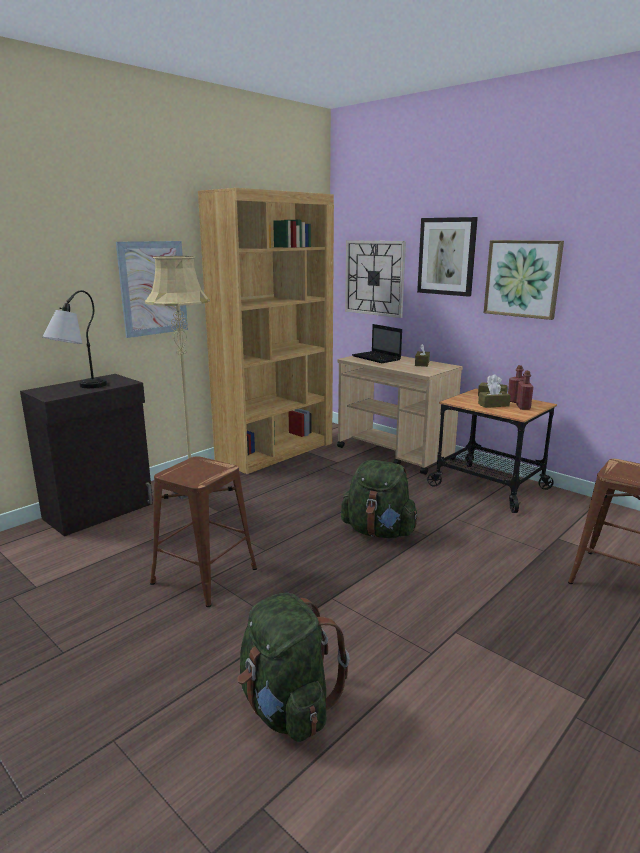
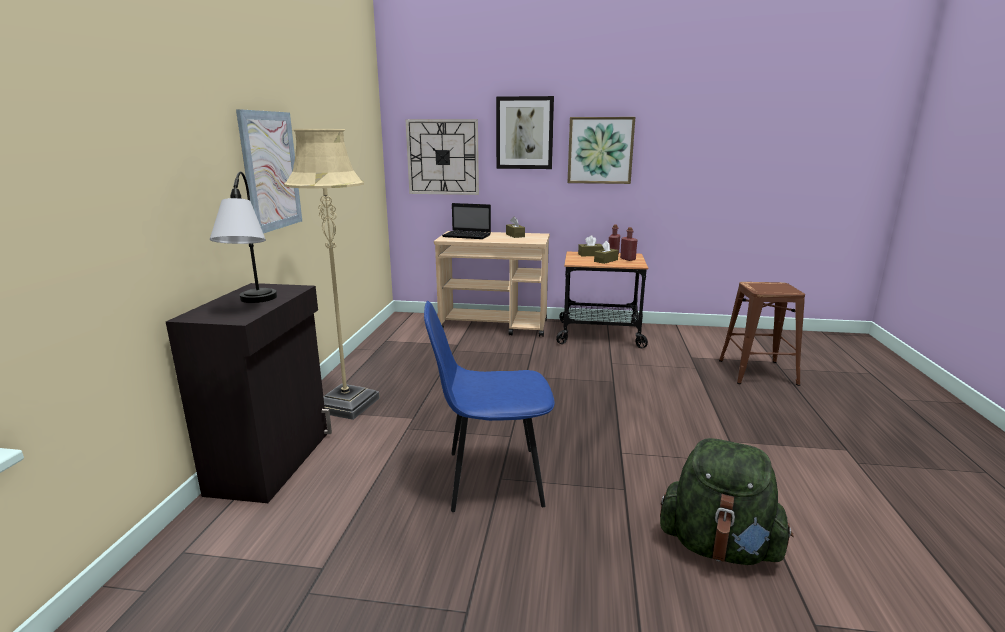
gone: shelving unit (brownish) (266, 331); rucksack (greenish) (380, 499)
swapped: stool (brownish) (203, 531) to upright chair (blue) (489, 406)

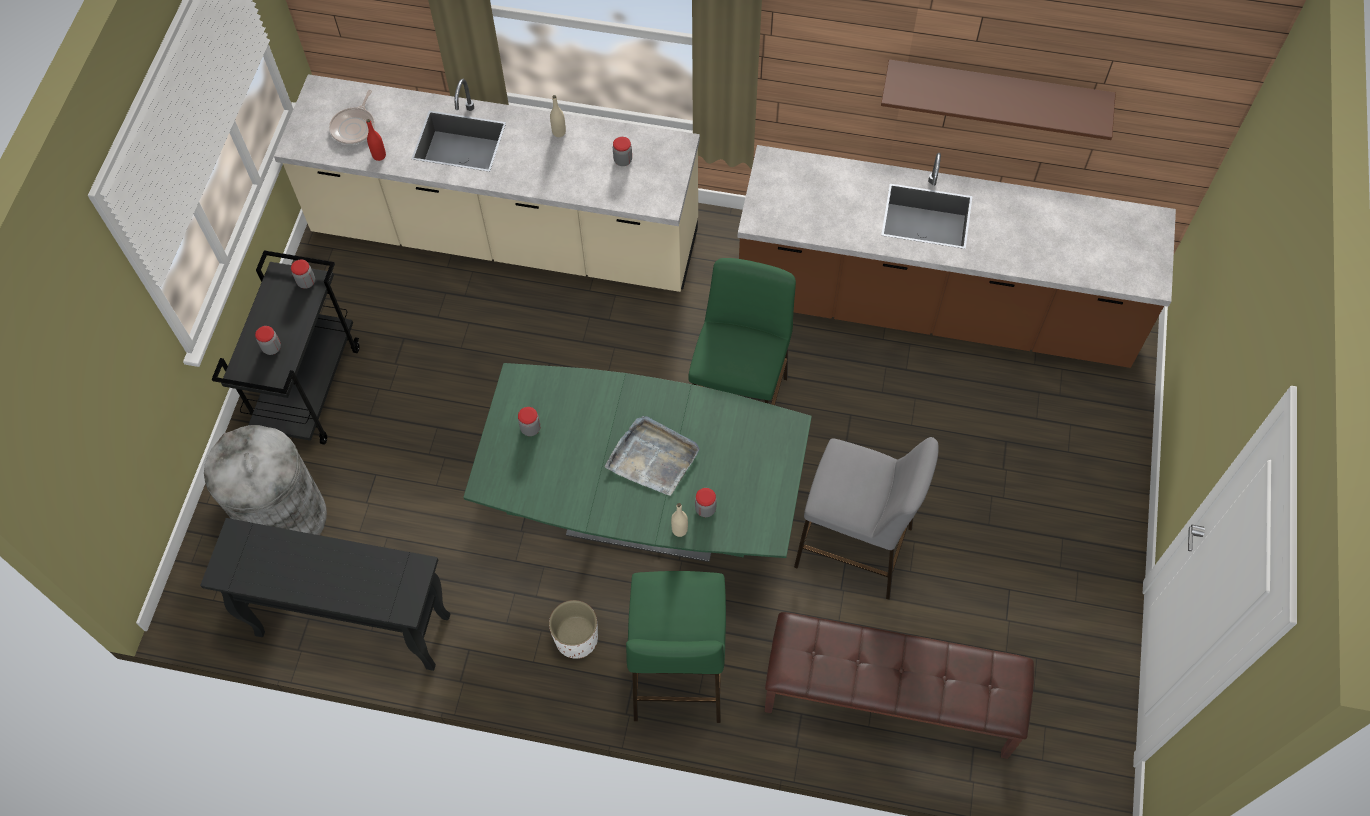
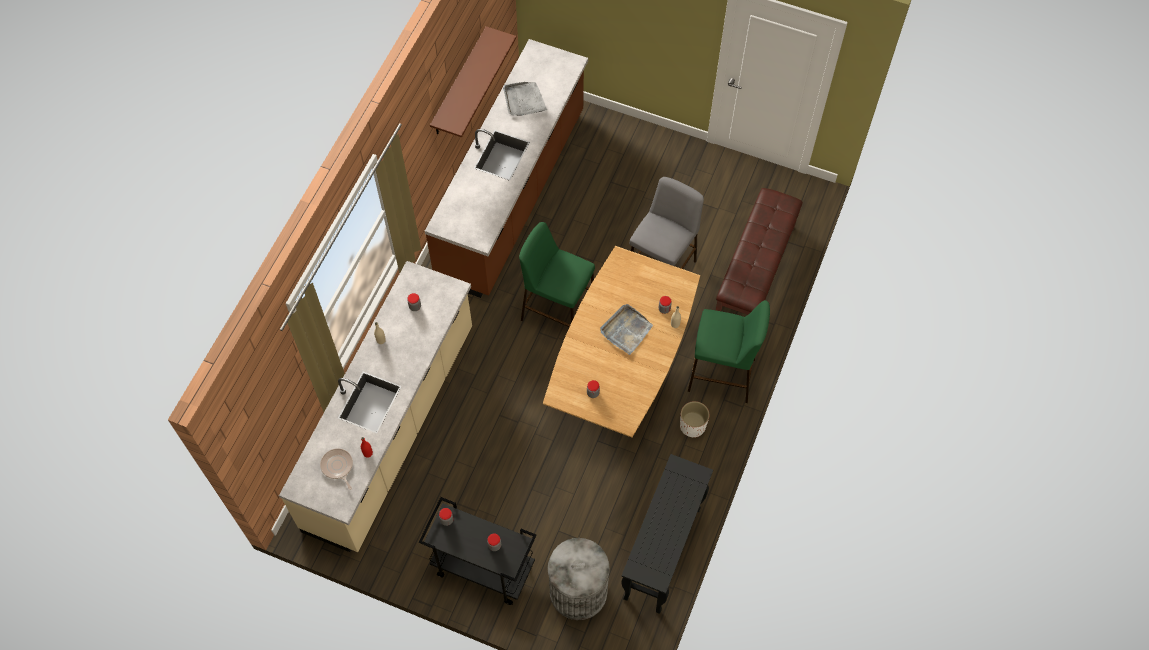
new: tray (grey) (525, 99)
repainted: dinner table (greenish) (637, 462) to dinner table (brownish) (621, 341)
rotated: frying pan (352, 117) = (336, 469) 150 degrees counterclockwise

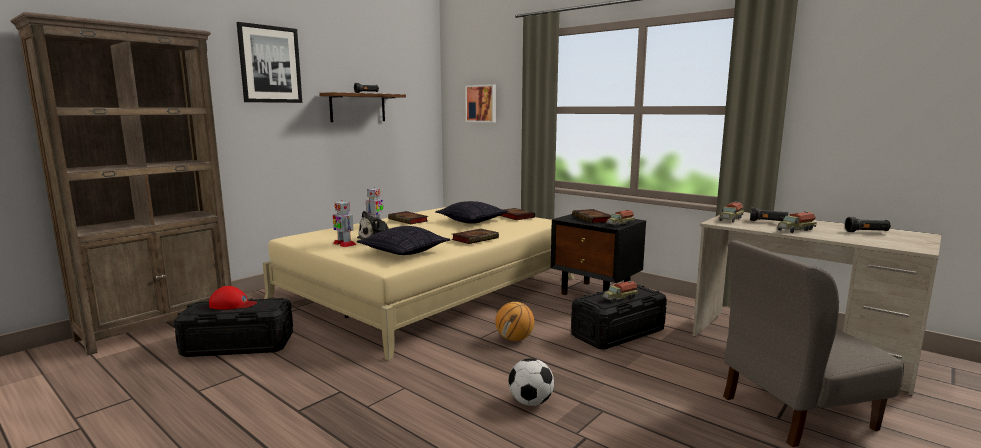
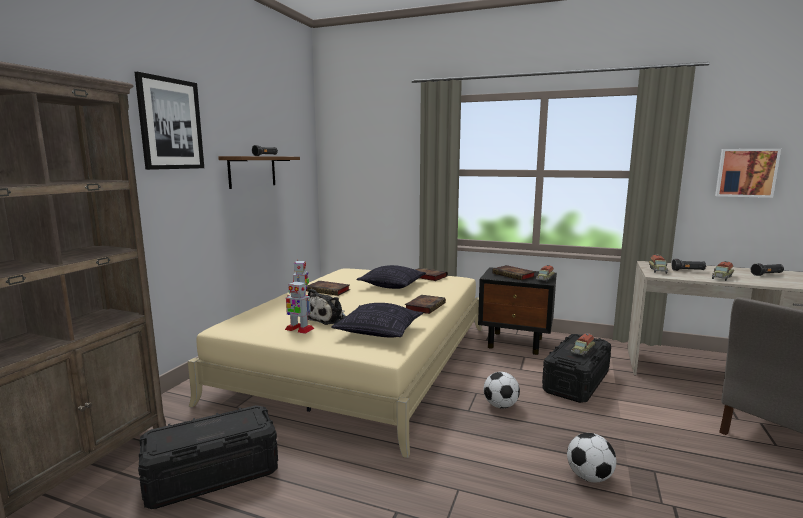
gone: cap (red-coloured) (233, 298)
shifted: wall picture (480, 103) to (748, 173)
swapped: ball for basketball (514, 321) to ball for football (502, 390)

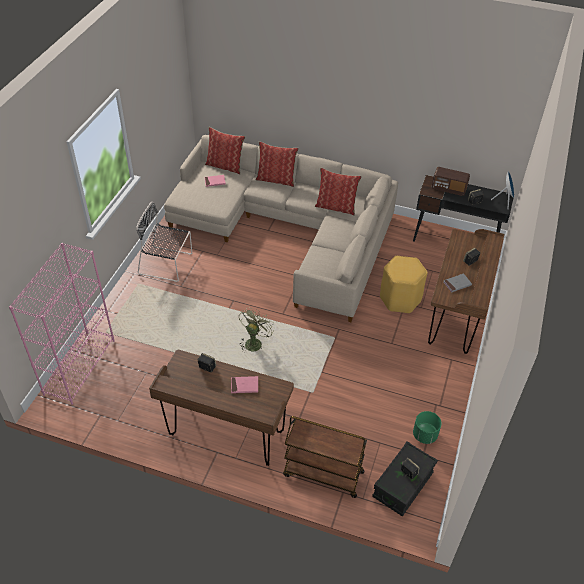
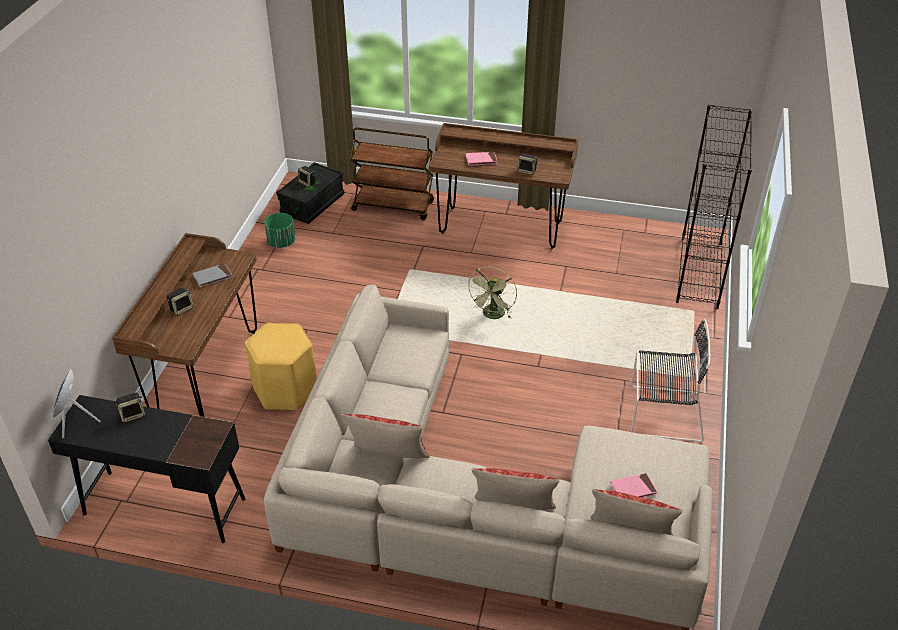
gone: radio set (451, 181)
repainted: shelving unit (pinkish) (62, 324) to shelving unit (black-coloured) (714, 206)

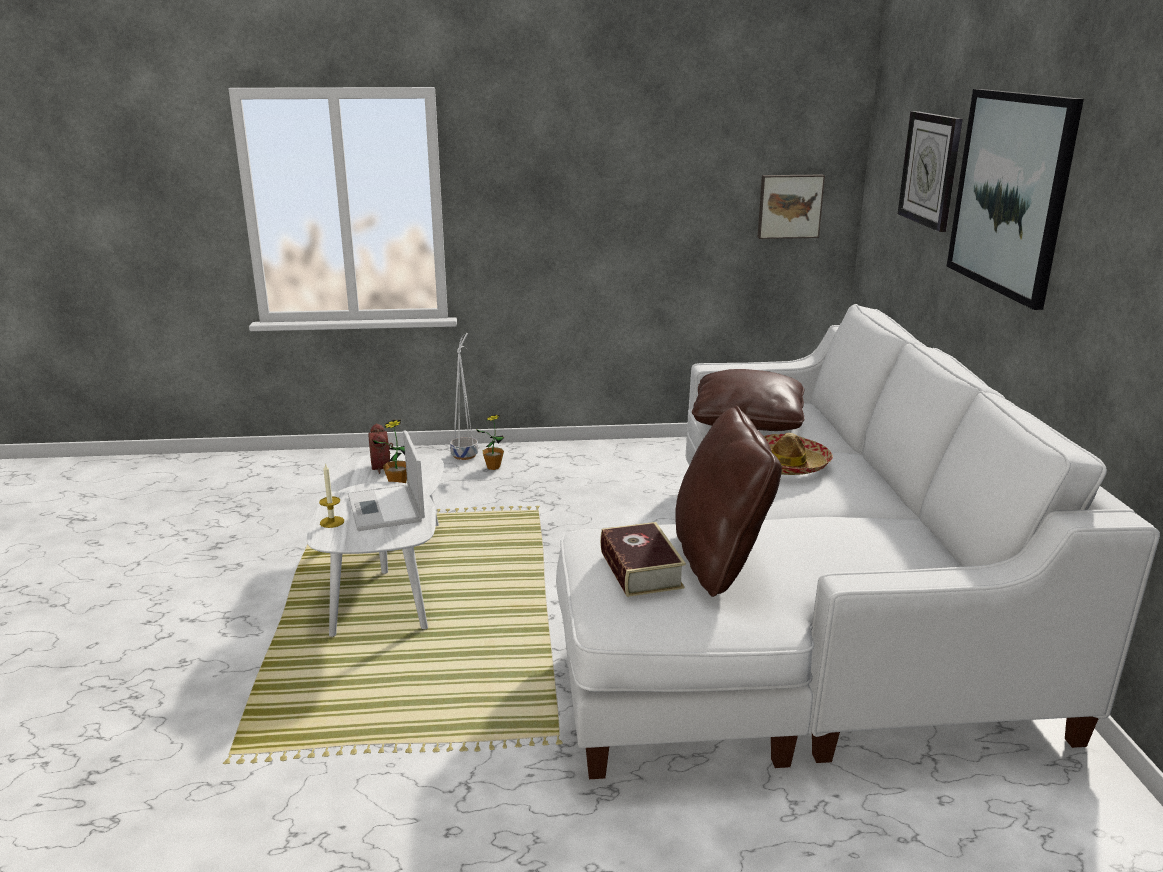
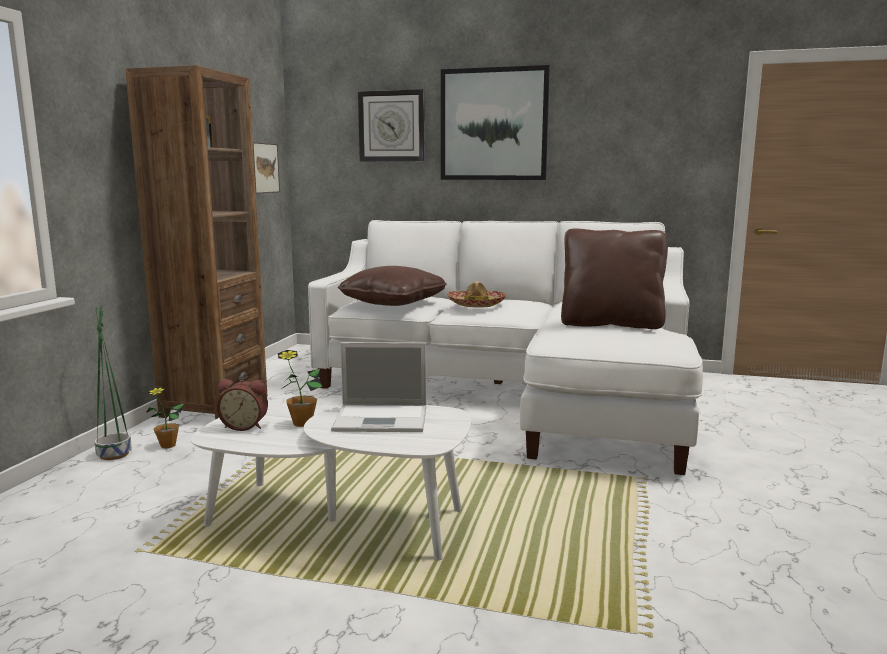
gone: wax candle (331, 495); volume (643, 559)
new: shelving unit (brownish) (196, 242)
repainted: plant pot (white) (464, 396) to plant pot (greenish) (113, 382)

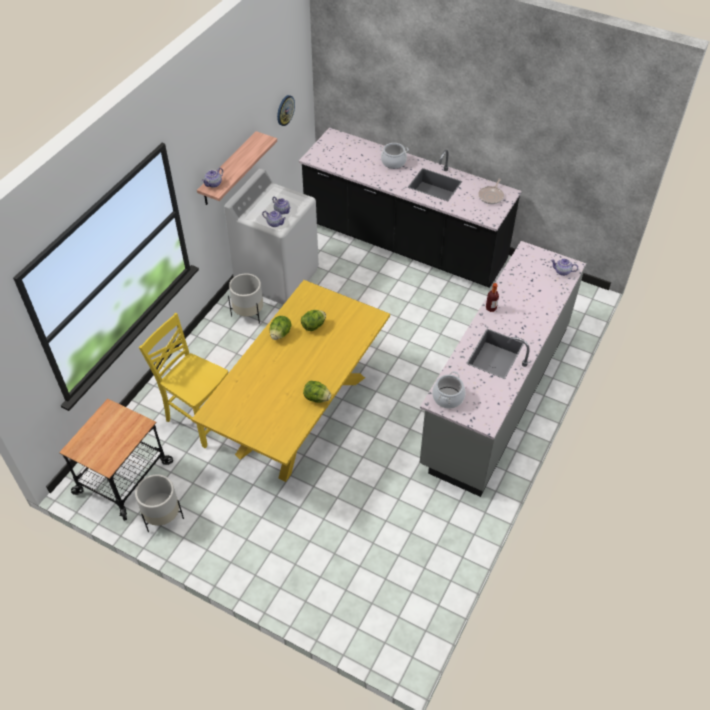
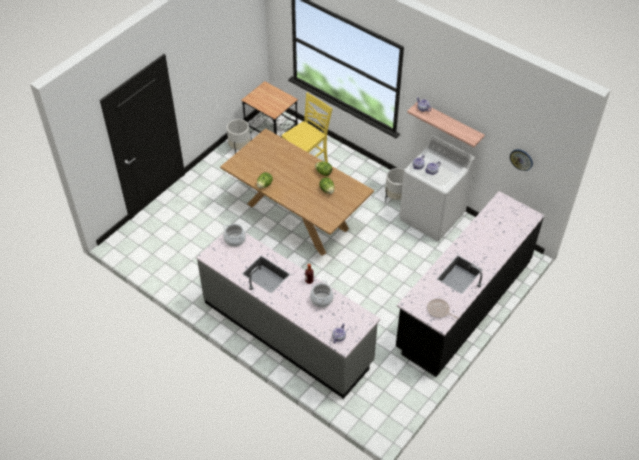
shifted: stockpot (394, 156) to (322, 294)
repainted: dinner table (yellowish) (291, 381) to dinner table (brownish) (297, 192)

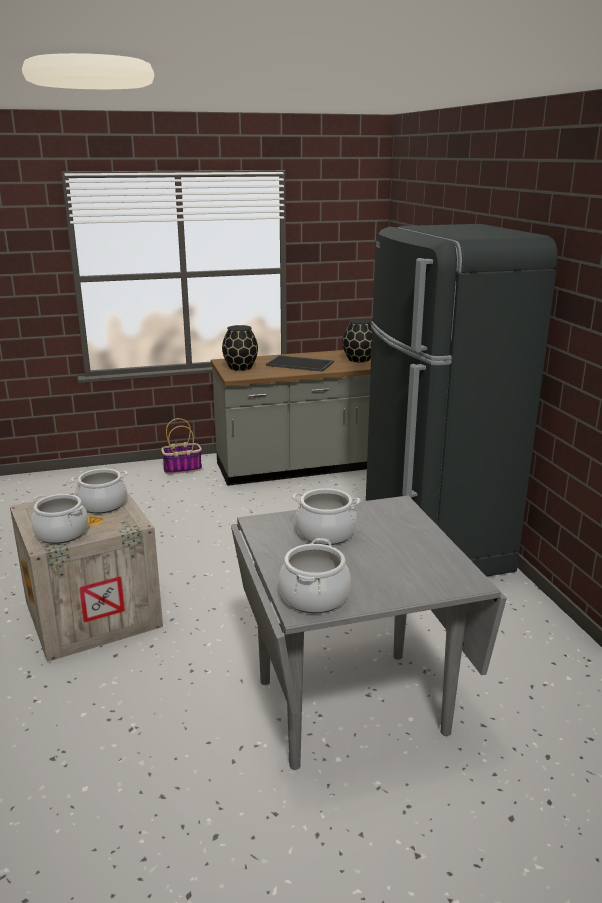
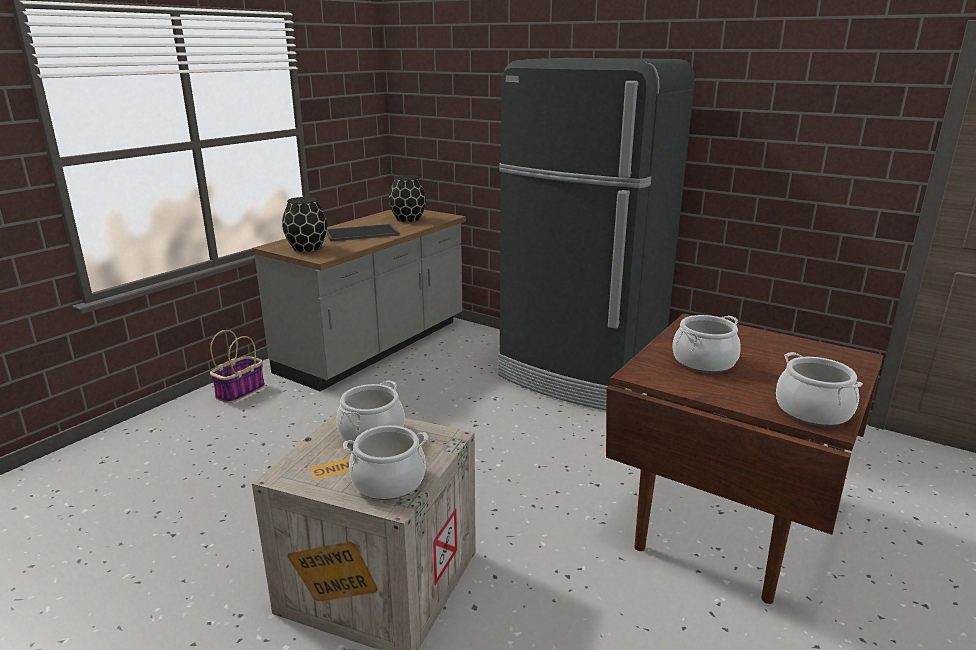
repainted: dinner table (grey) (369, 633) to dinner table (brownish) (744, 458)

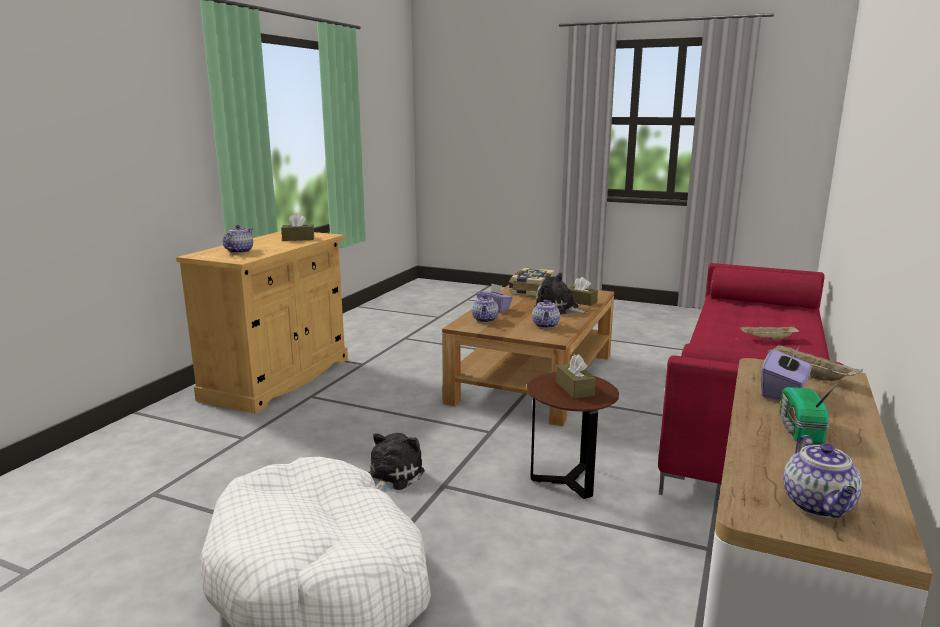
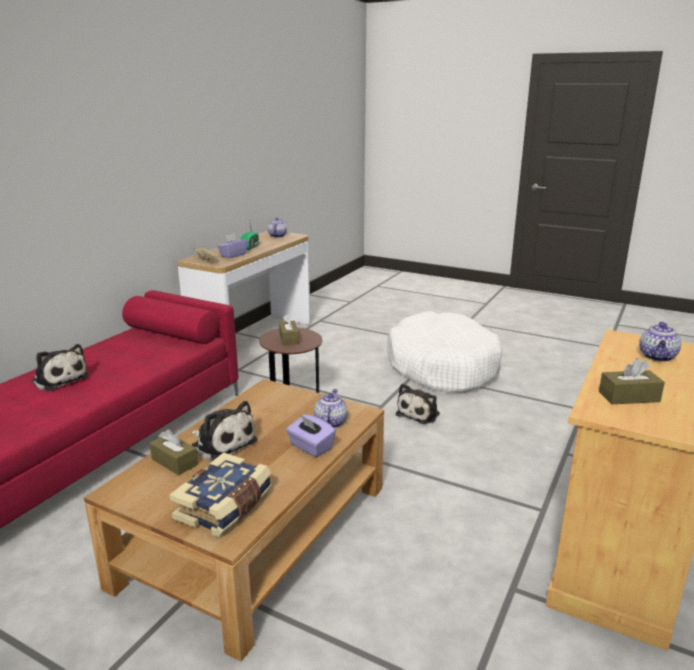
gone: teapot (546, 313)
swapped: tray (sand-coloured) (769, 332) to plush toy (60, 367)

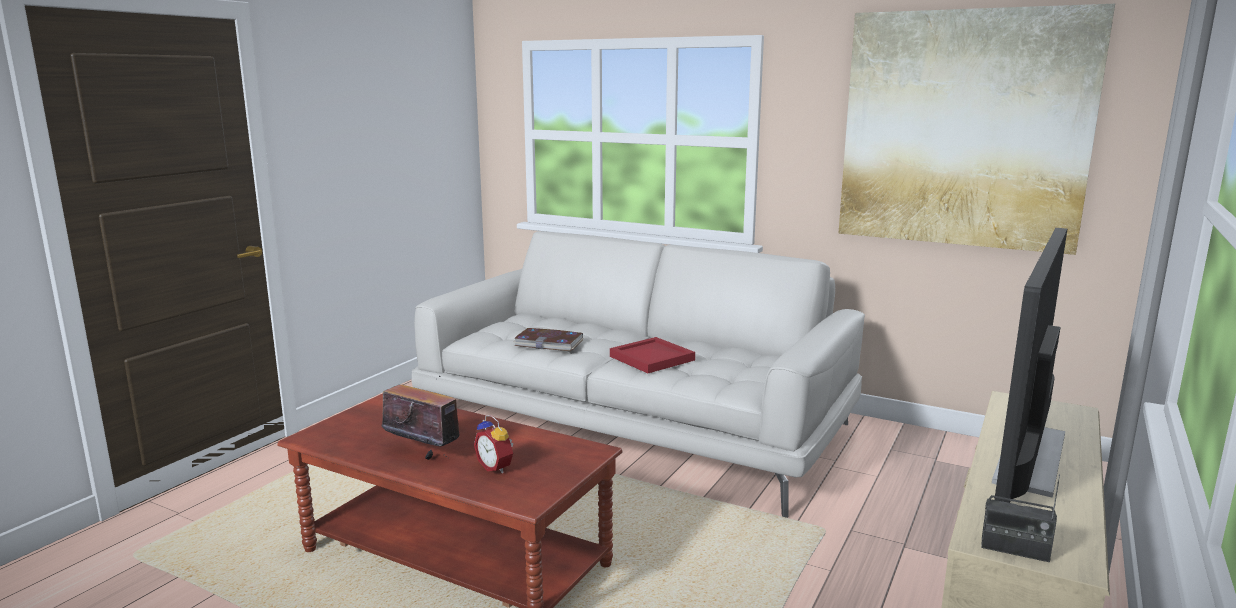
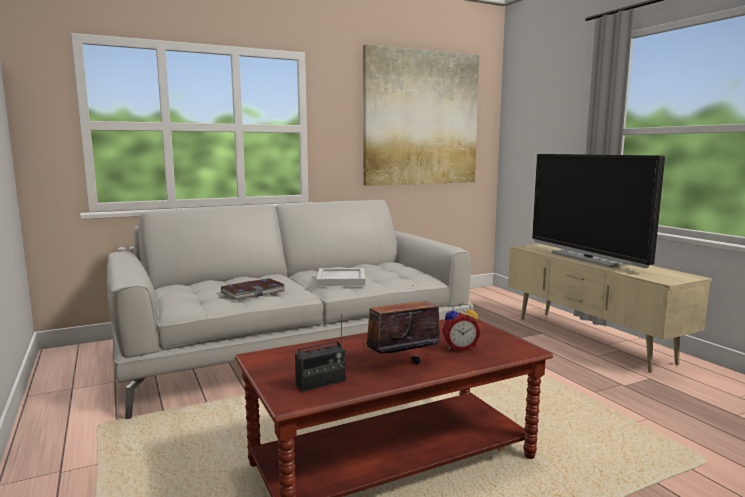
shifted: radio set (1020, 518) to (320, 352)
repainted: tray (red-coloured) (652, 355) to tray (white) (340, 277)

